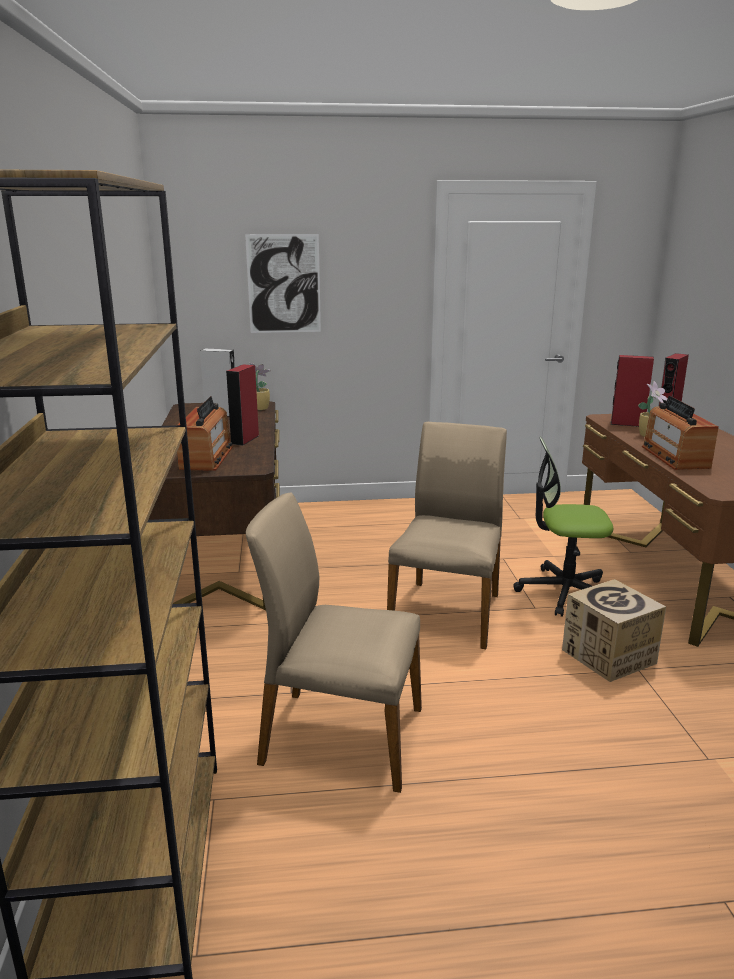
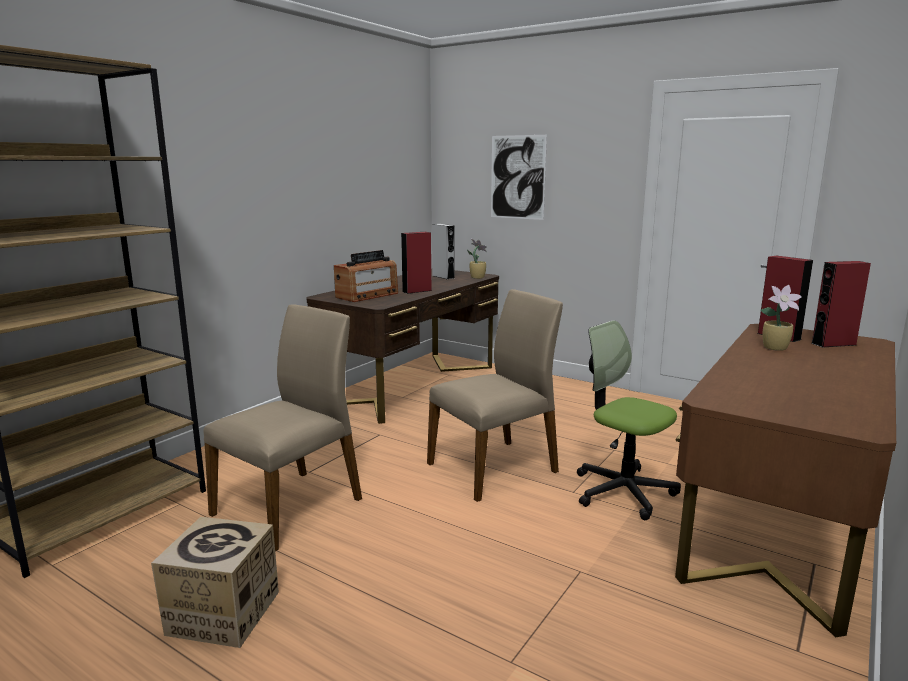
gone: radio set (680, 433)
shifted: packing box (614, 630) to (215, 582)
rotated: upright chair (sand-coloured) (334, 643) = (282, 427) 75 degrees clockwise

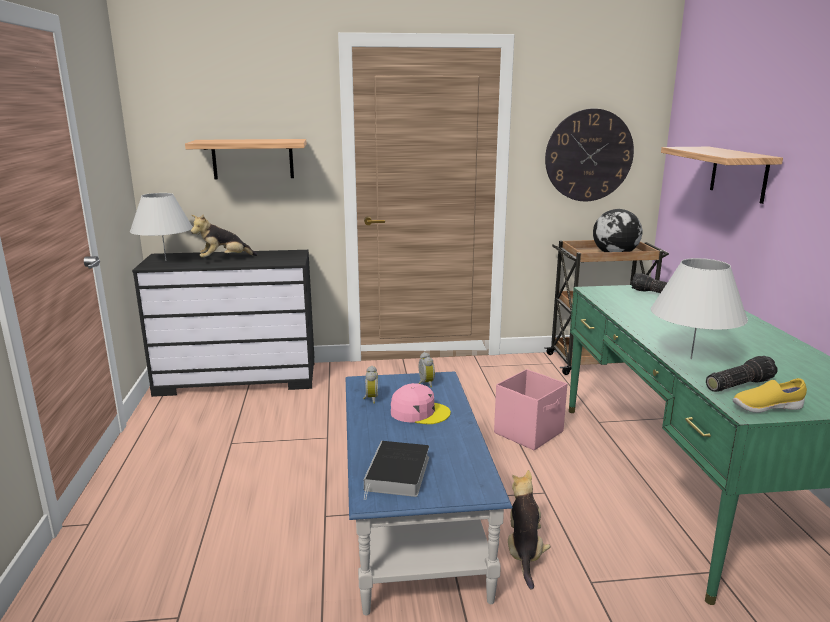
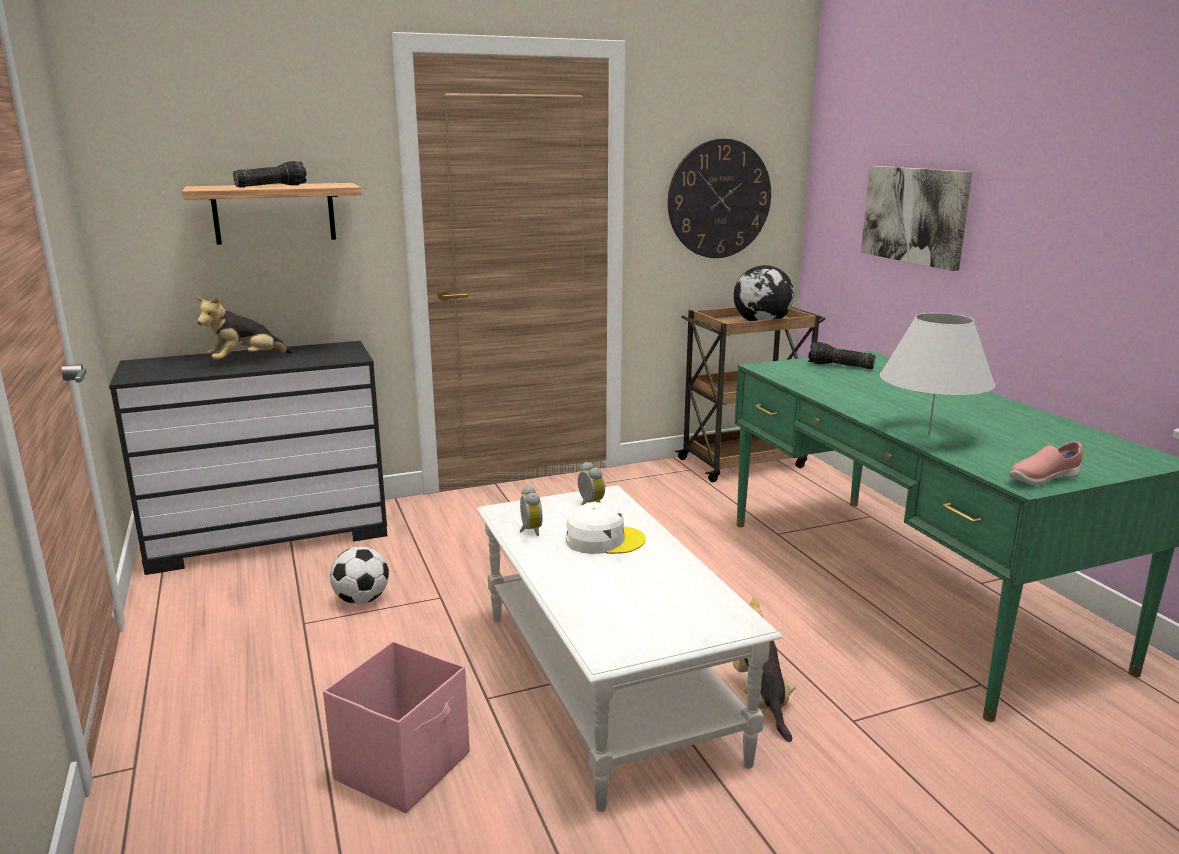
gone: tabletop lamp (white) (161, 227); volume (396, 470)
new: ball for football (359, 575)
shifted: storage bin (pinkish) (530, 409) to (396, 727); hand torch (741, 374) to (270, 174)
swapped: shelf (722, 175) to wall picture (916, 218)
repainted: low table (blue) (429, 493) to low table (white) (630, 648); cap (pinkish) (421, 403) to cap (white) (606, 528); low shoe (yellowish) (770, 395) to low shoe (pinkish) (1046, 463)

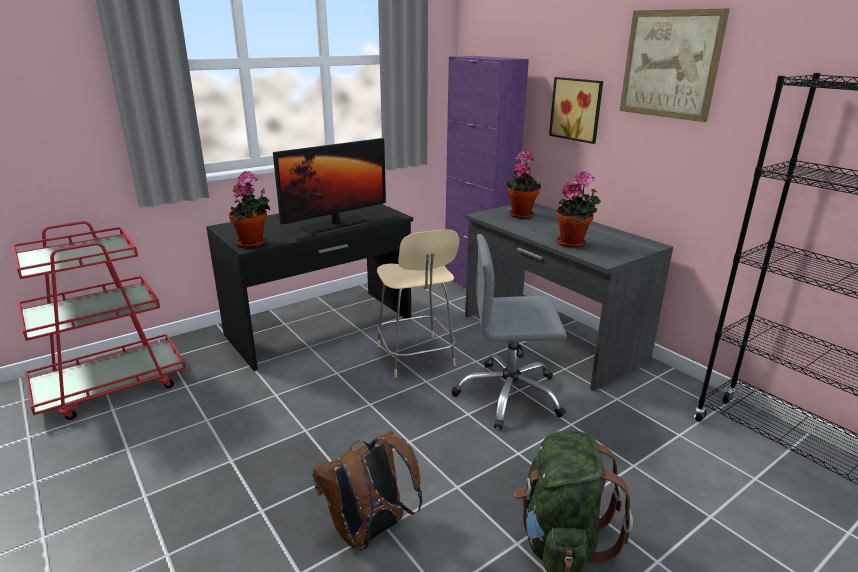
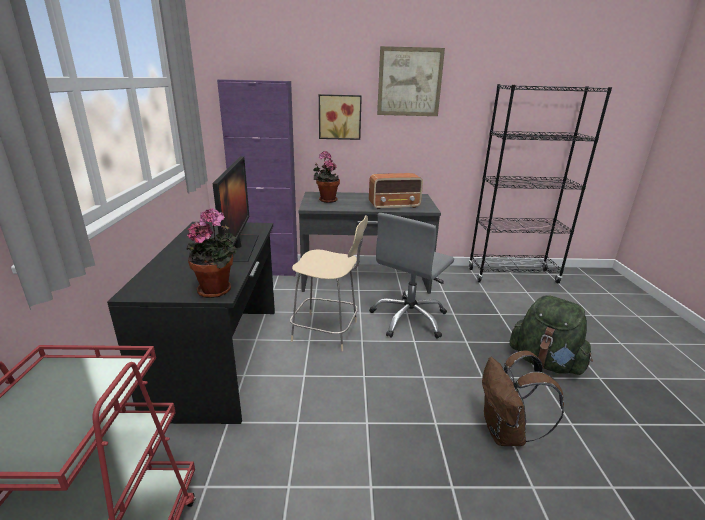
swapped: houseplant (578, 209) to radio set (396, 191)

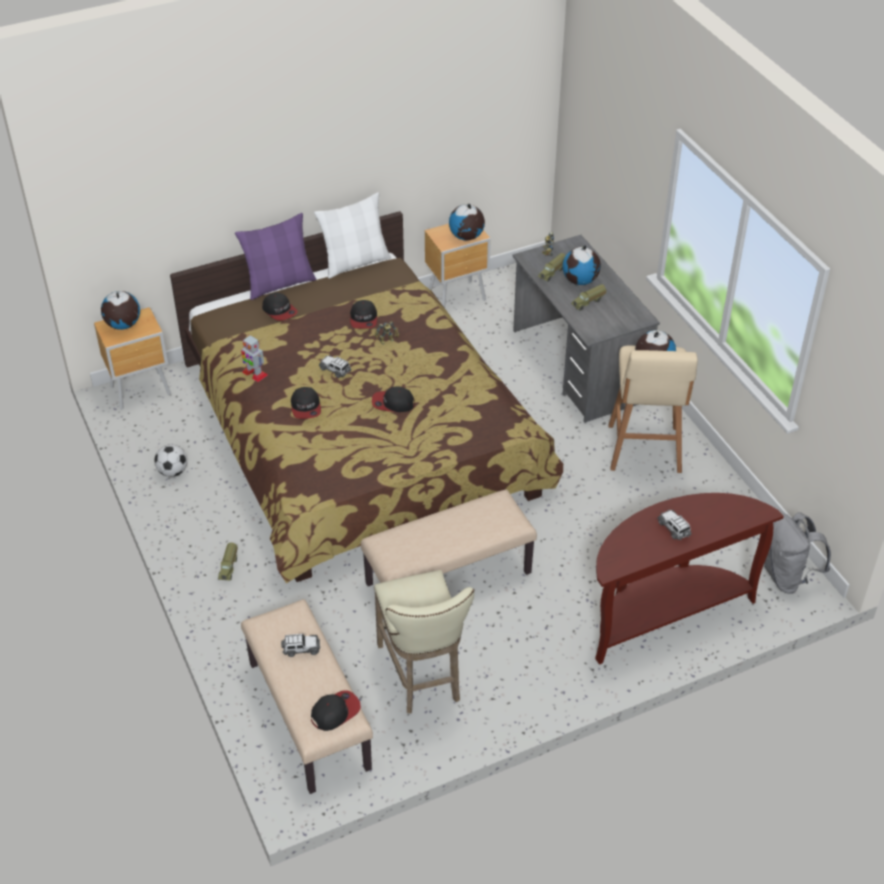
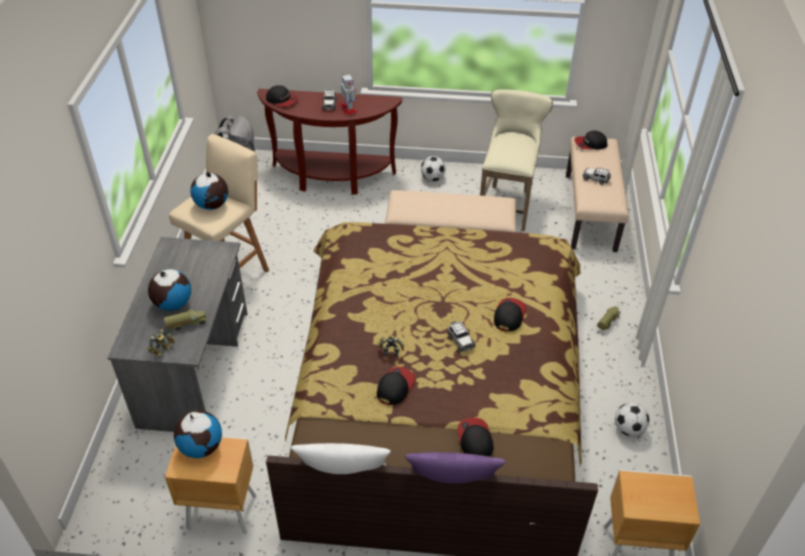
gone: globe (120, 310); toy lorry (588, 297)
new: ball for football (433, 168)
shifted: model robot (254, 358) to (349, 94); cap (393, 399) to (282, 96)

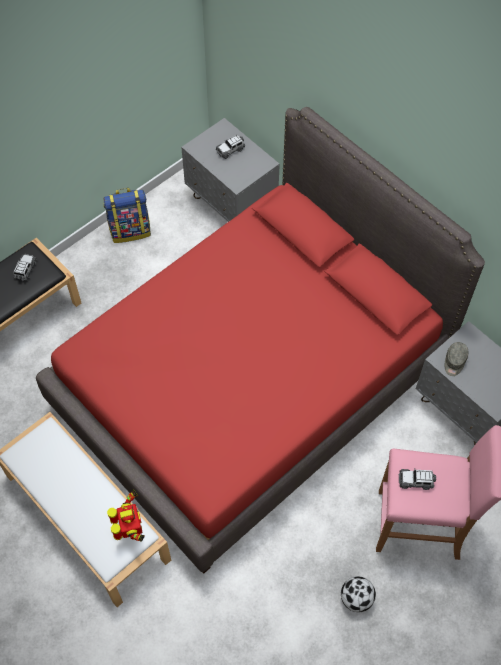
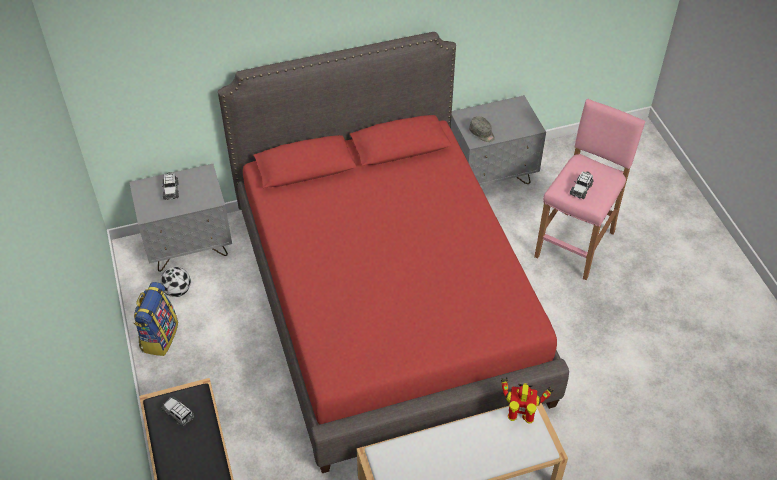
shifted: ball for football (358, 594) to (175, 282)

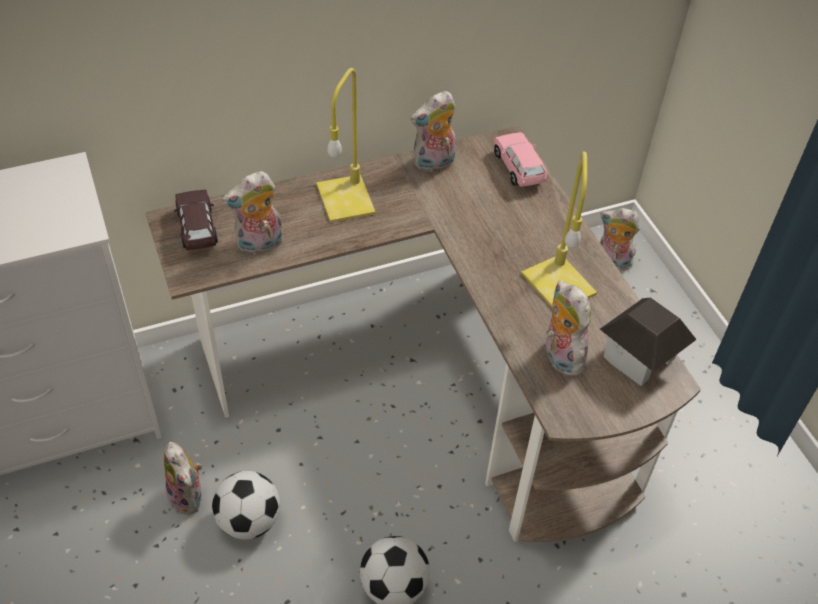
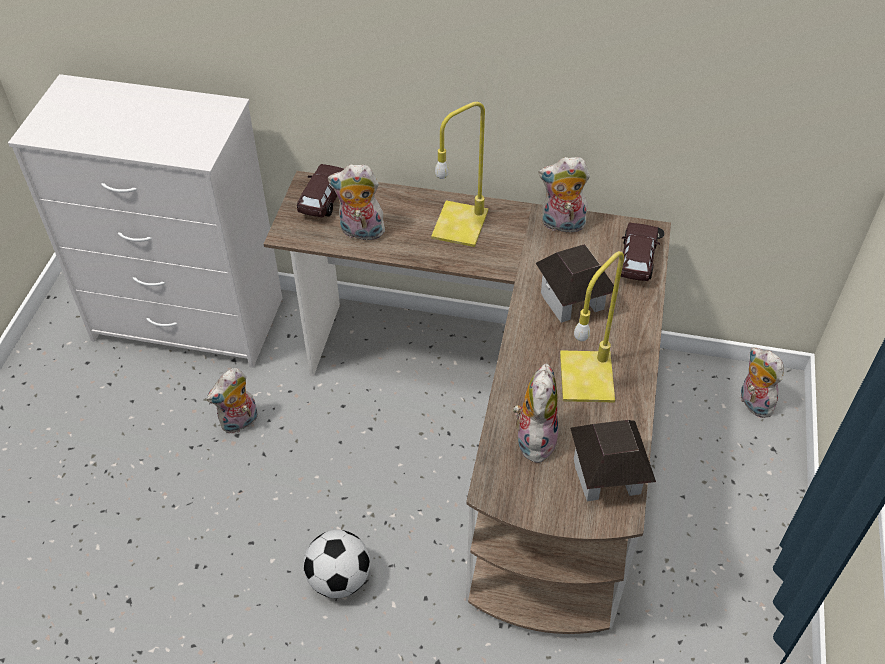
gone: ball for football (246, 505)
new: miniature house (575, 283)
repainted: toy car (pinkish) (521, 159) to toy car (brownish) (640, 252)
rotated: plush toy (183, 478) = (232, 400) 45 degrees clockwise

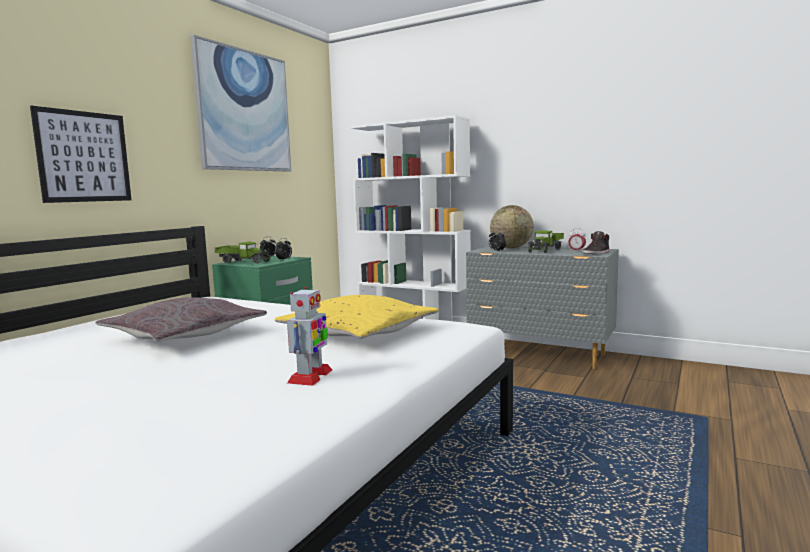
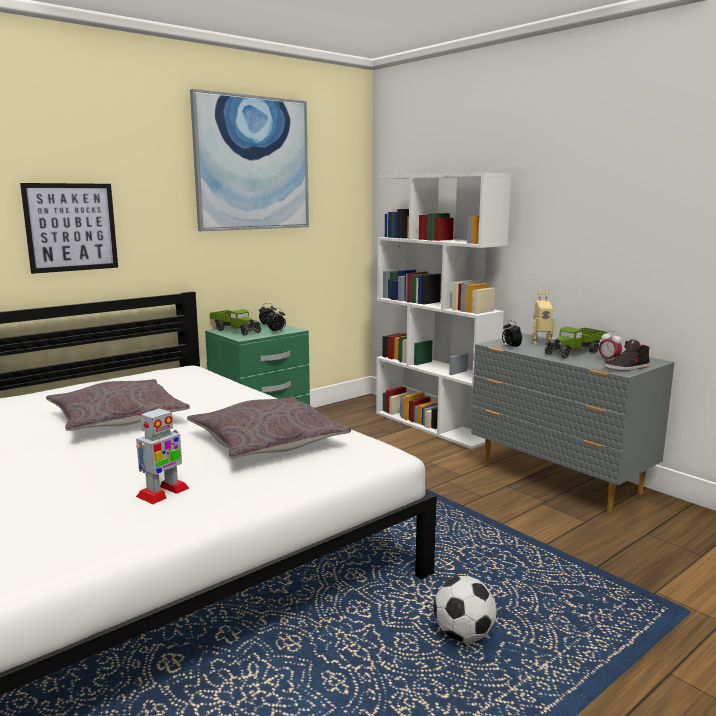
new: ball for football (465, 609)
swapped: globe (512, 226) to model robot (543, 316)
repainted: pillow (yellowish) (357, 317) to pillow (grey) (269, 428)

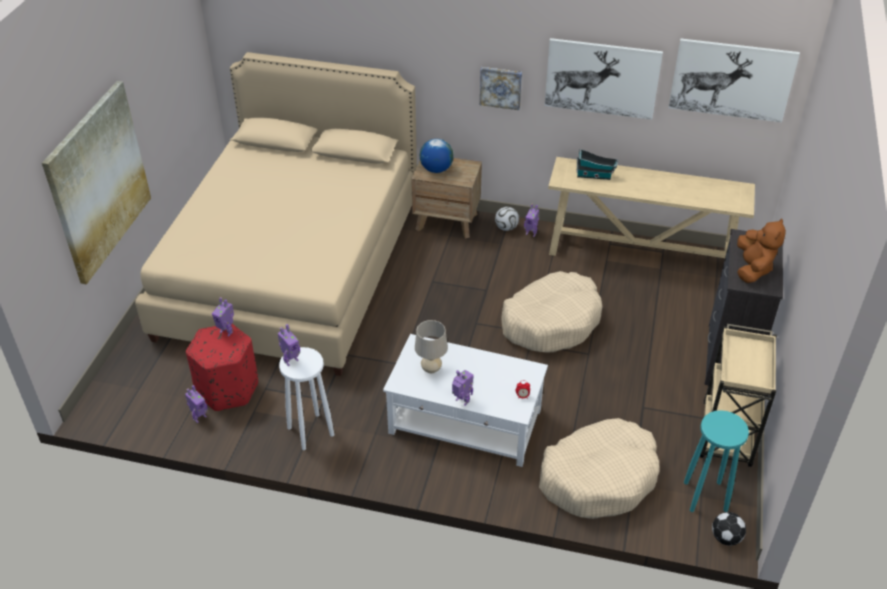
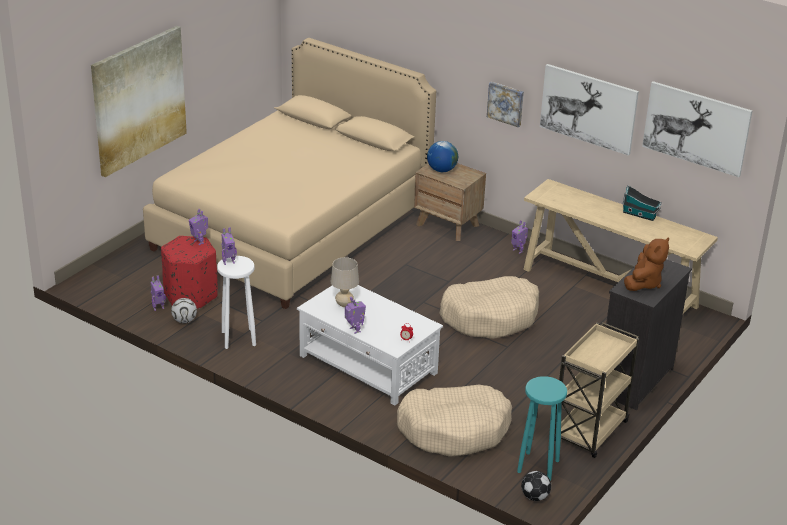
shifted: ball for football (507, 219) to (184, 310); miniature house (597, 164) to (642, 203)

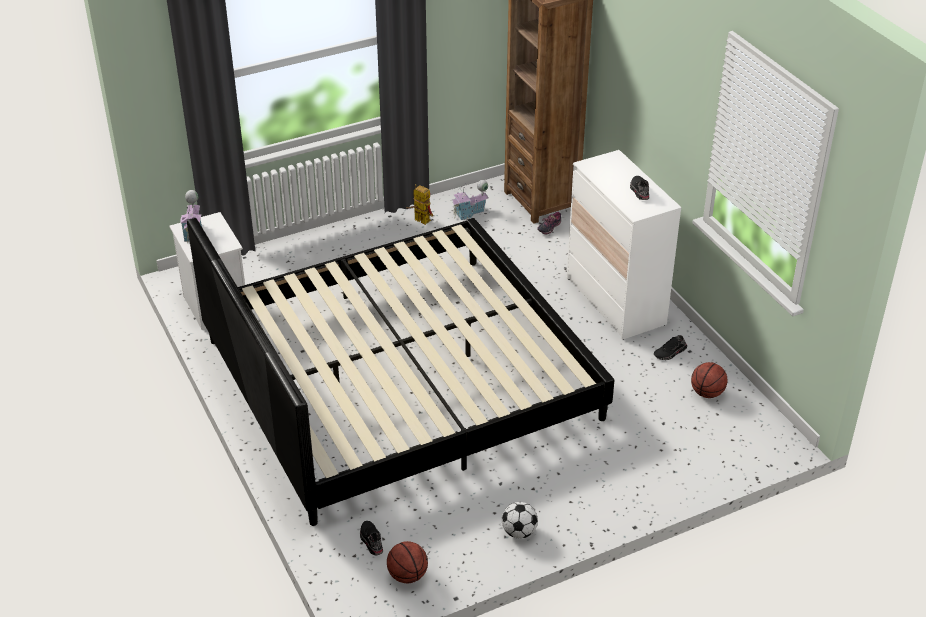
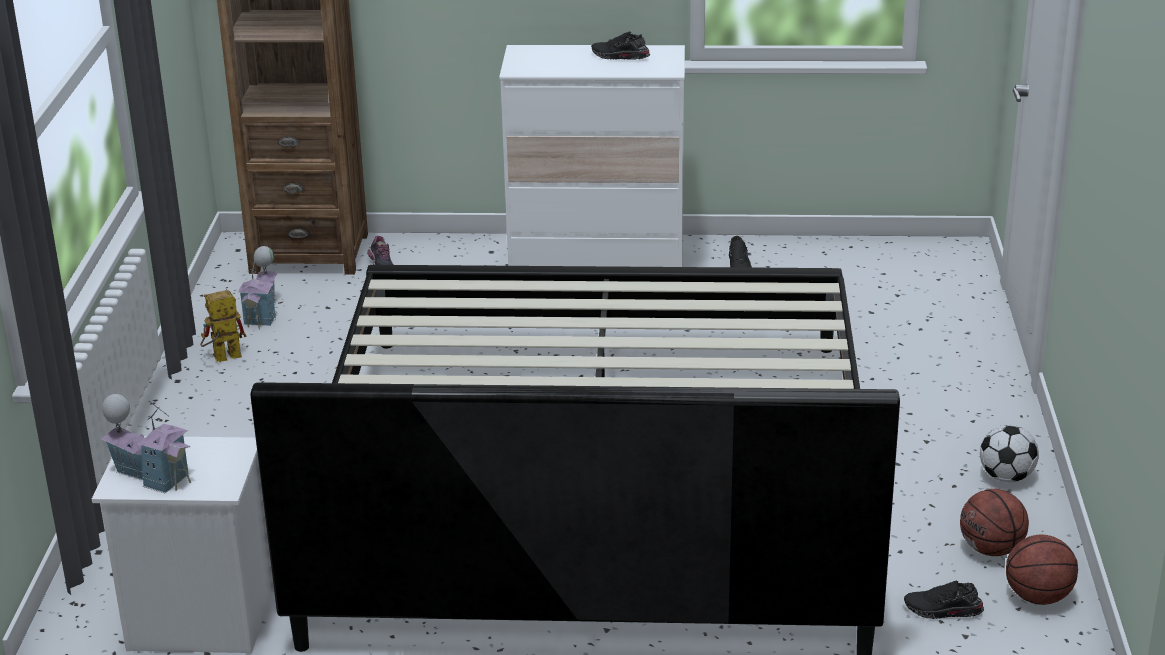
shifted: ball for basketball (709, 380) to (994, 522)

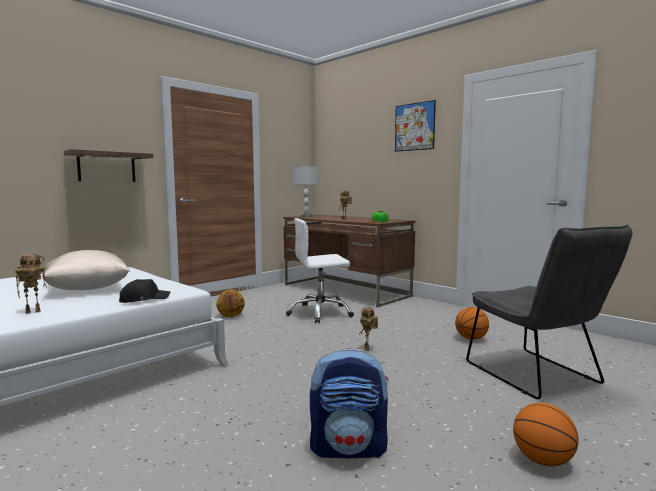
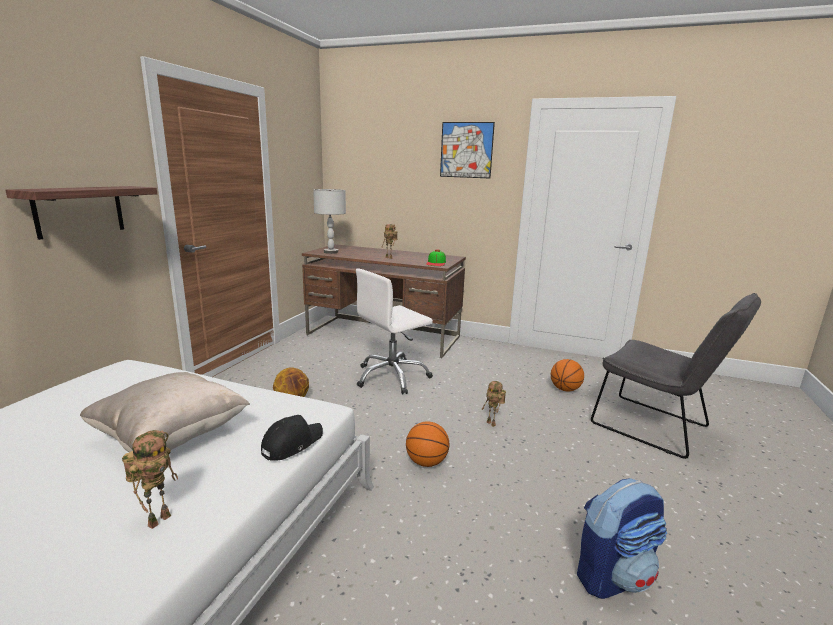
shifted: ball for basketball (546, 435) to (427, 444)

